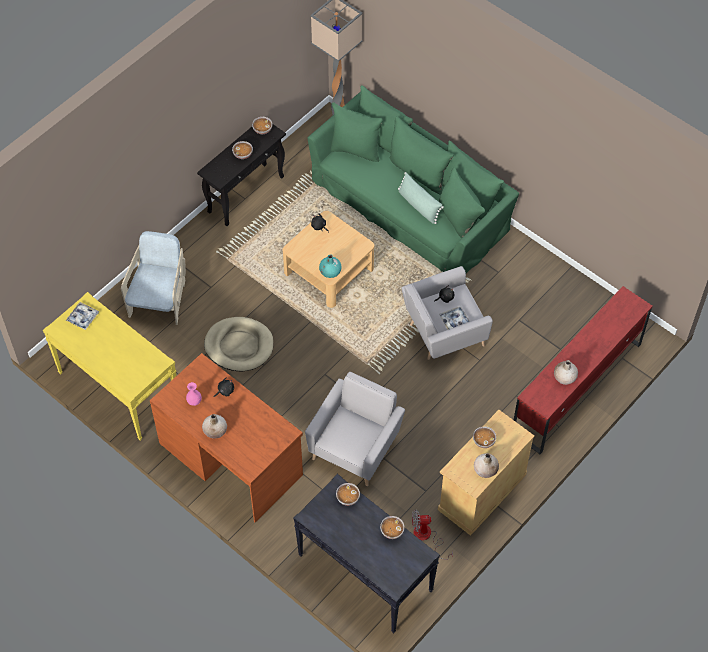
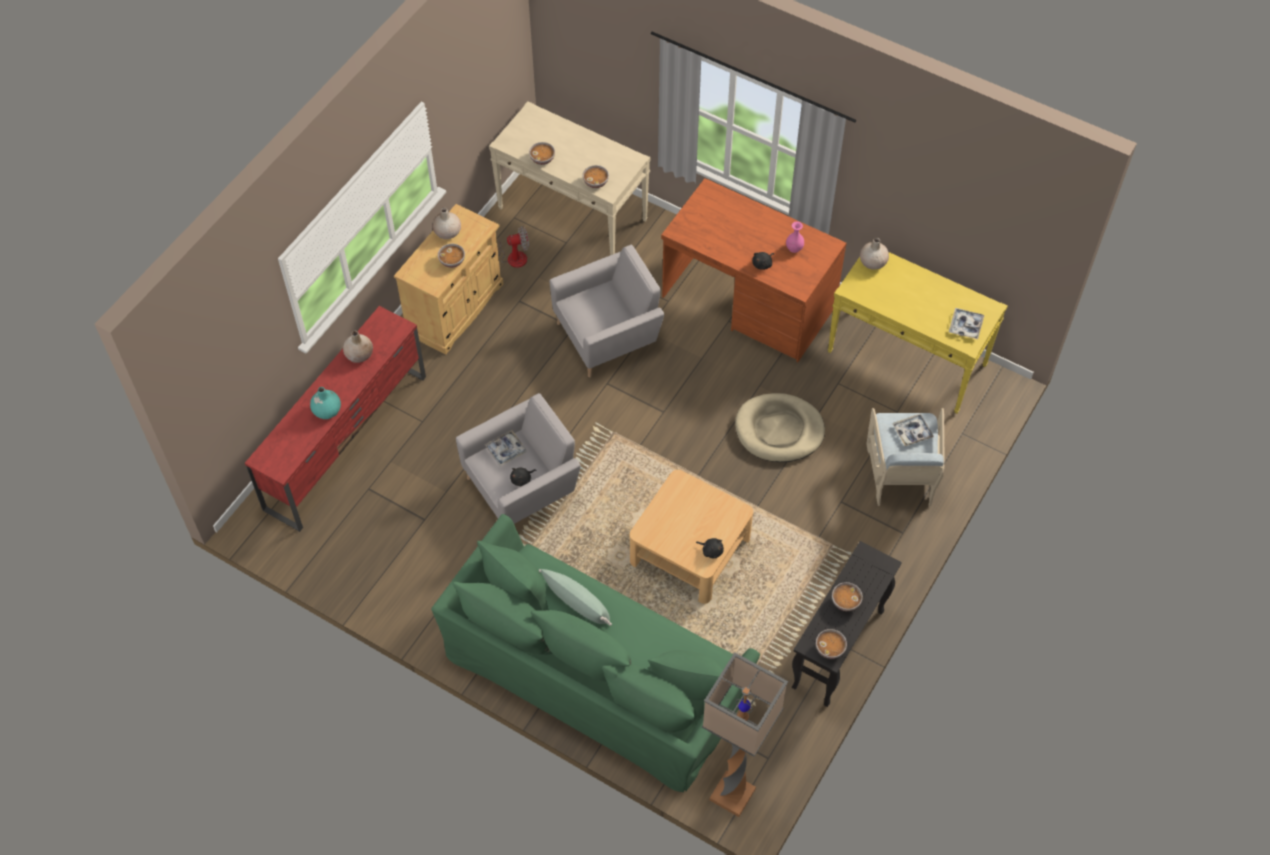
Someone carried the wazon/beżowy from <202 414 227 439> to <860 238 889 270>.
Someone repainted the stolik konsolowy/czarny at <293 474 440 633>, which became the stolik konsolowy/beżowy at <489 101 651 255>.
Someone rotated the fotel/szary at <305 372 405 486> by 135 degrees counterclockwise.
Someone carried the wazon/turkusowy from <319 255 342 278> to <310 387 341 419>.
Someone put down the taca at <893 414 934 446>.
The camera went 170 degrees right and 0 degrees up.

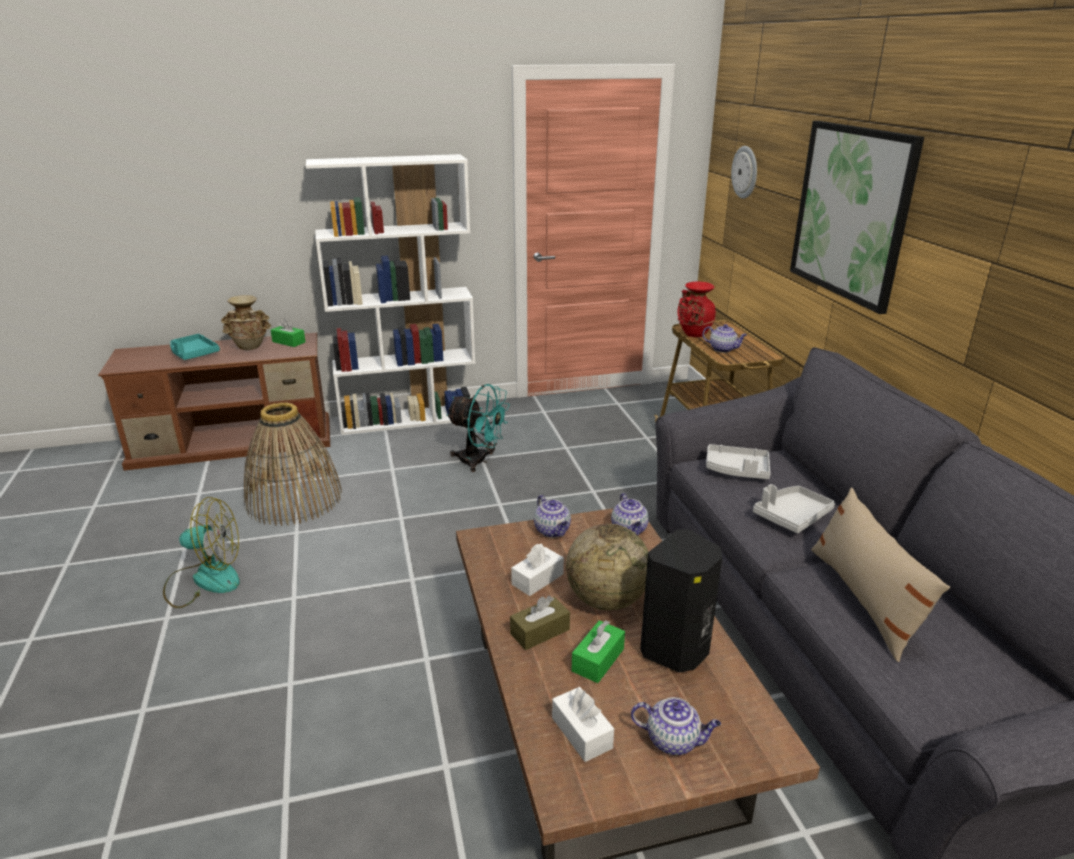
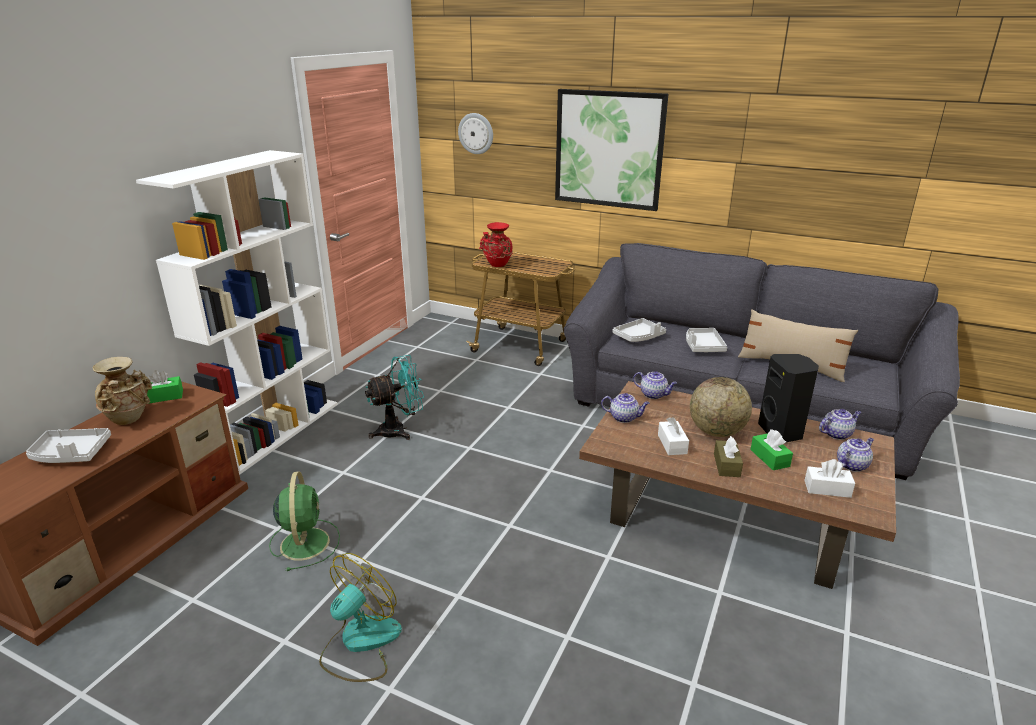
Someone repainted the taca/turkusowy at <170 334 220 360>, which became the taca/szary at <26 428 111 463>.
Someone swapped the koszyk at <243 403 342 526> for the wentylator/zielony at <269 471 340 571>.
Someone carried the imbryk from <702 324 747 353> to <819 409 861 440>.
The camera went 50 degrees left and 0 degrees up.

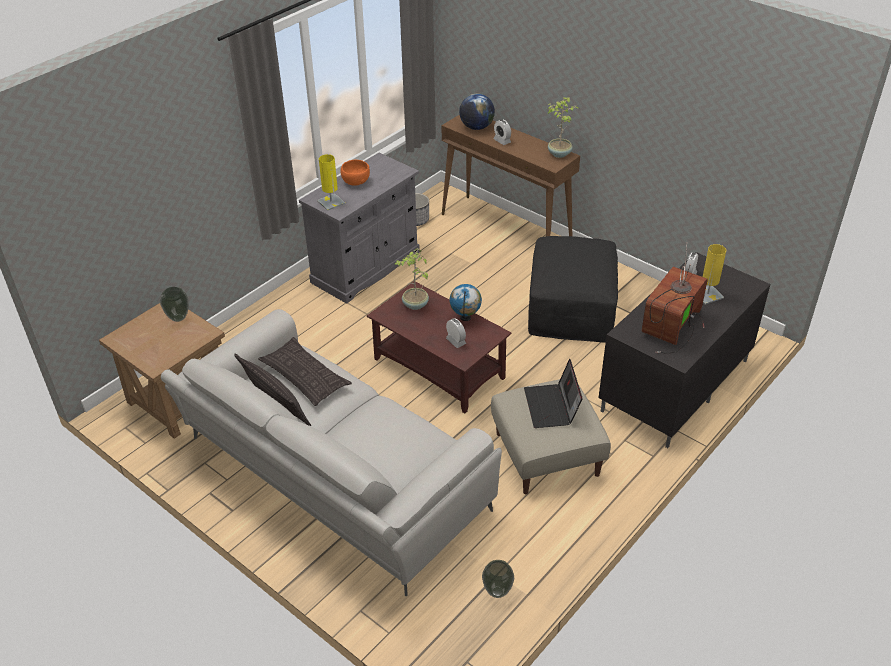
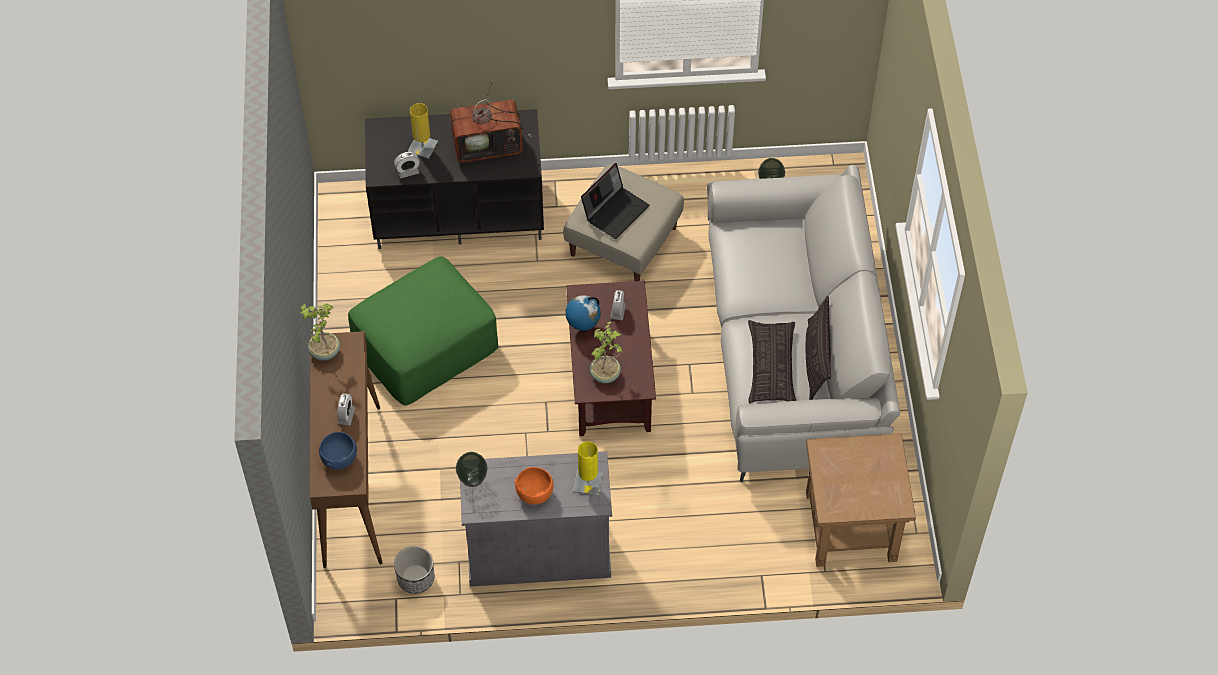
Someone carried the wazon from <160 287 189 322> to <456 452 488 487>.
Someone swapped the globus at <459 94 495 130> for the miska/niebieski at <319 432 357 470>.
Someone repainted the pufa/czarny at <528 236 618 342>, which became the pufa/zielony at <348 256 498 405>.
The camera went 135 degrees left and 15 degrees up.

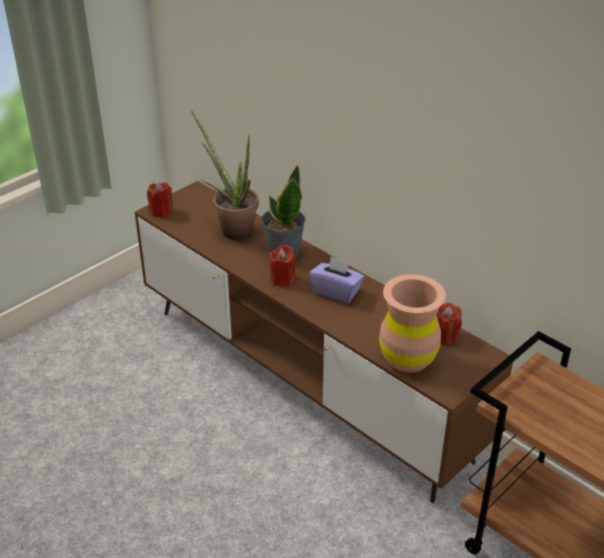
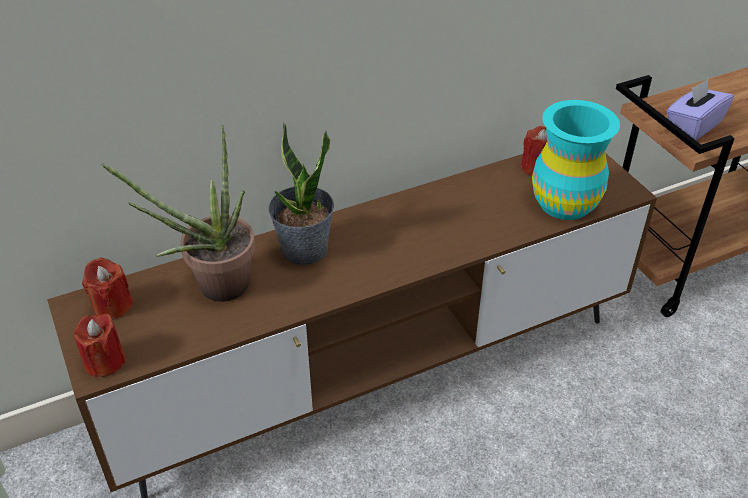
Someone carried the świeca/czerwony from <269 245 295 286> to <82 258 133 320>.
Someone carried the pudełko chusteczek/fioletowy from <309 256 364 303> to <667 79 734 140>.
Someone repainted the wazon/brązowy at <379 274 446 373>, which became the wazon/turkusowy at <532 100 620 220>.
The camera went 70 degrees left and 5 degrees up.

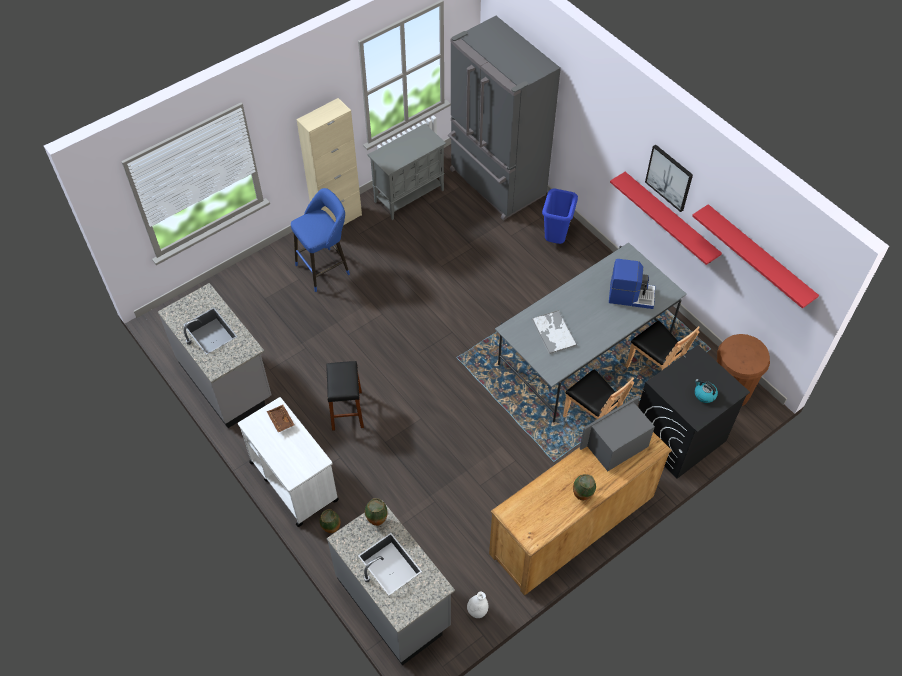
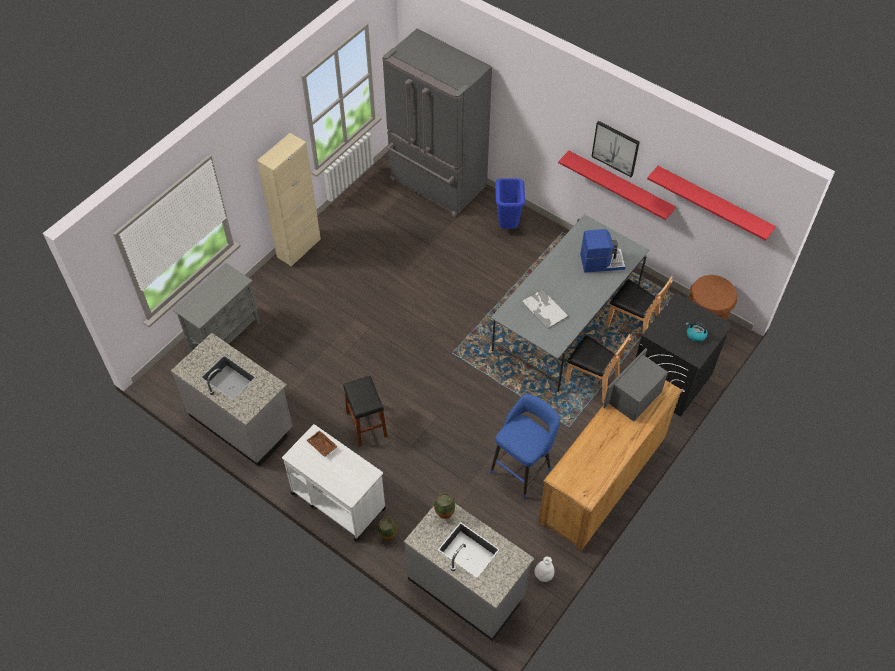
Someone carried the stołek/niebieski from <291 188 350 292> to <490 394 560 499>.
Someone carried the szafka/szary from <368 124 446 220> to <173 263 260 351>.
Someone took away the wazon at <573 474 596 500>.
The camera went 15 degrees left and 0 degrees up.

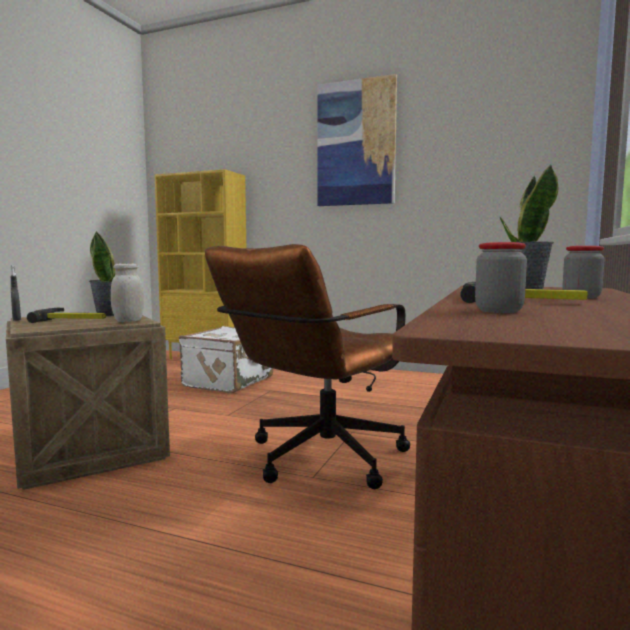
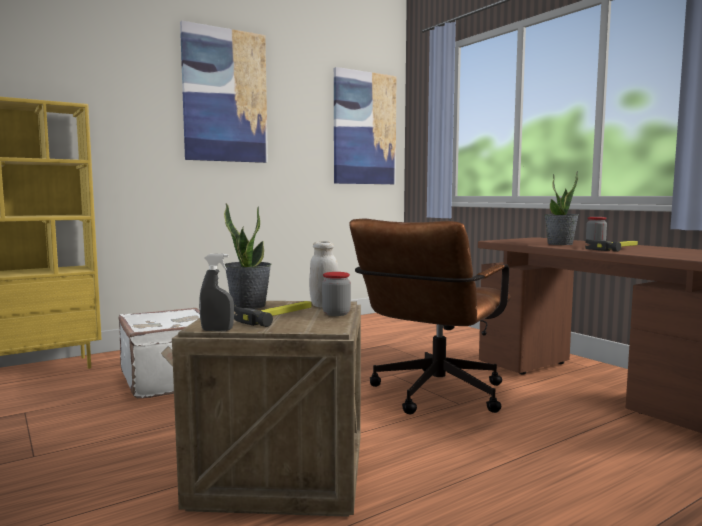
Someone rotated the krzesło biurowe/brązowy at <205 244 410 489> by 45 degrees clockwise.
Someone carried the słoik from <475 242 527 313> to <322 272 351 316>.
Someone put up the obraz at <334 67 397 184>.
The camera went 55 degrees left and 0 degrees up.

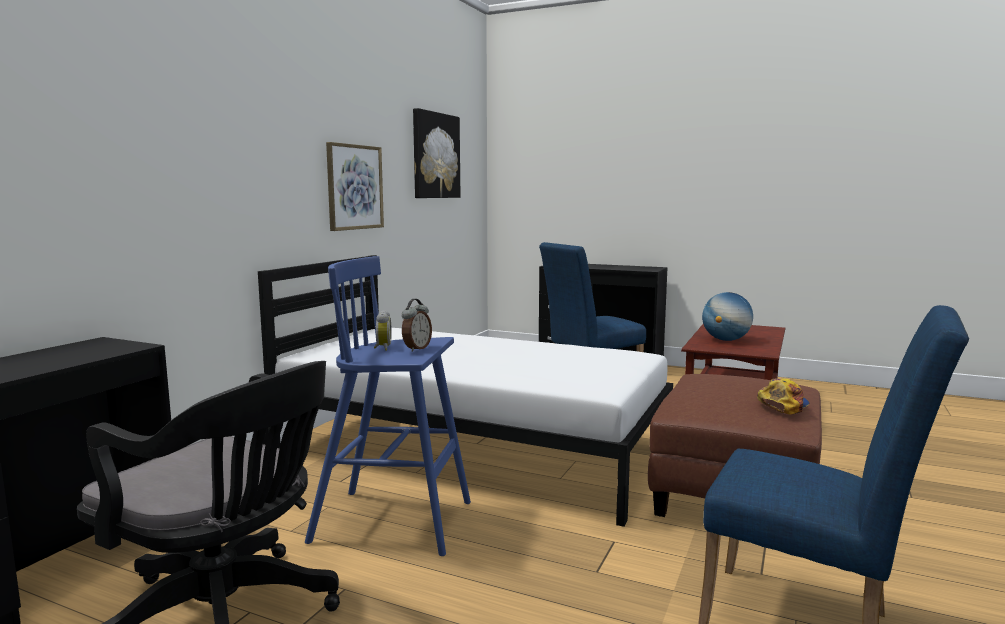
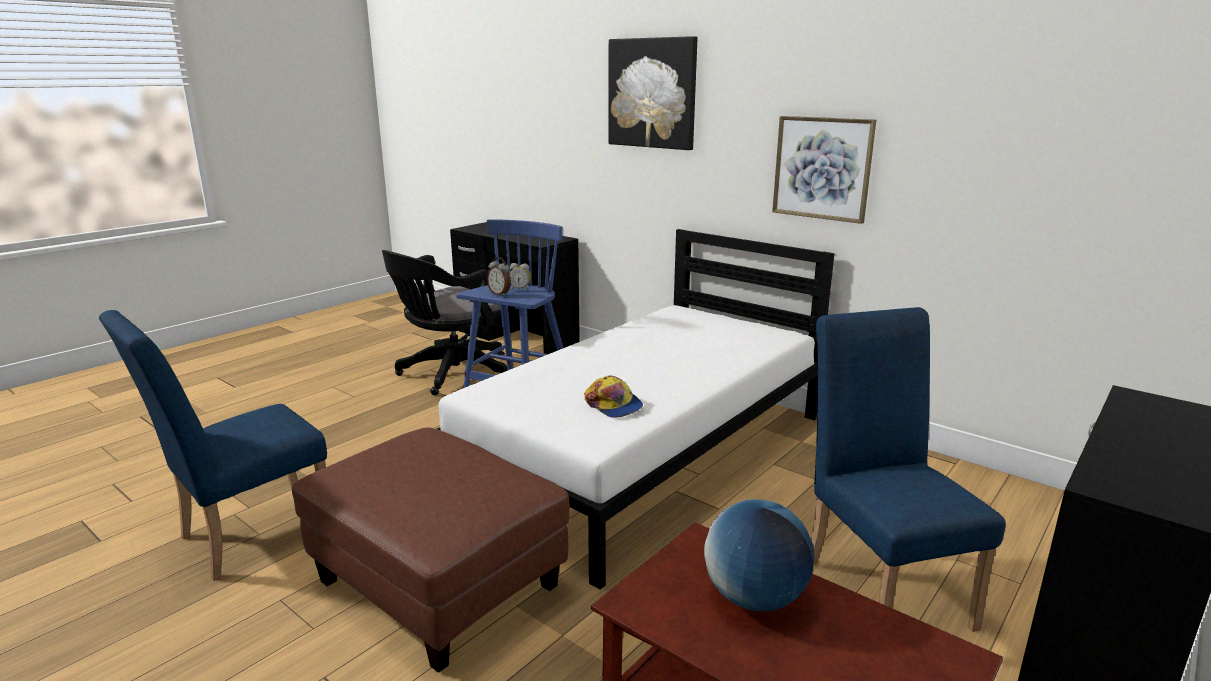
Someone carried the obraz from <413 108 460 198> to <608 36 697 150>.
Someone carried the czapka z daszkiem from <757 379 810 414> to <584 375 643 418>.
The camera went 105 degrees right and 10 degrees up.

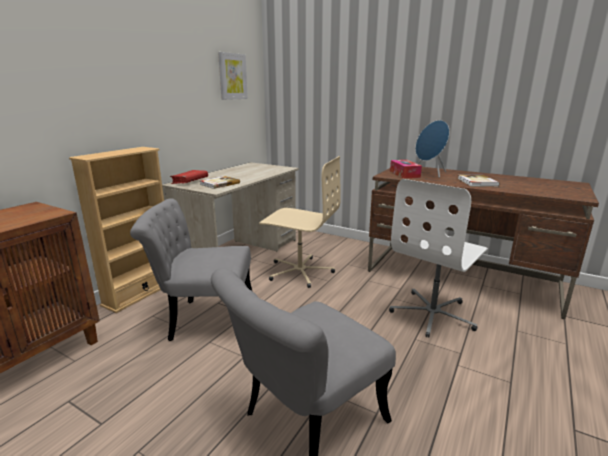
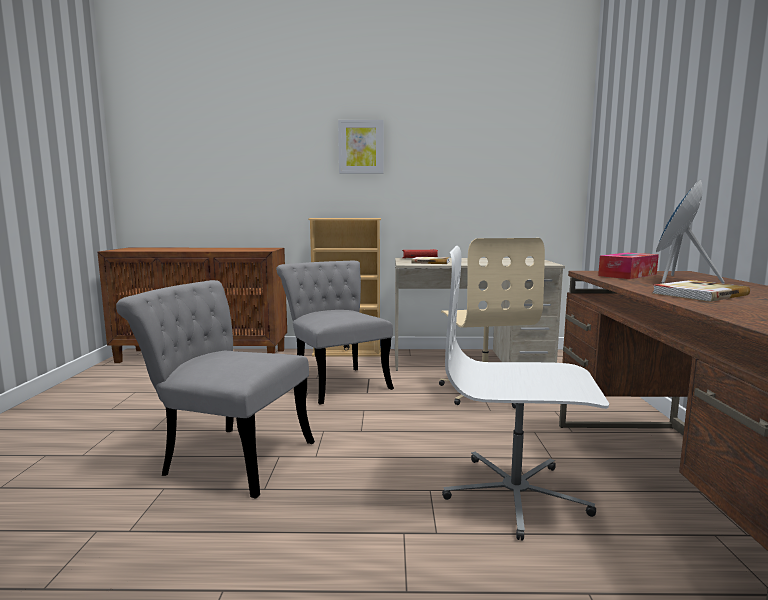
Someone carried the obraz from <218 52 248 100> to <338 120 384 174>.
The camera went 60 degrees right and 10 degrees down.

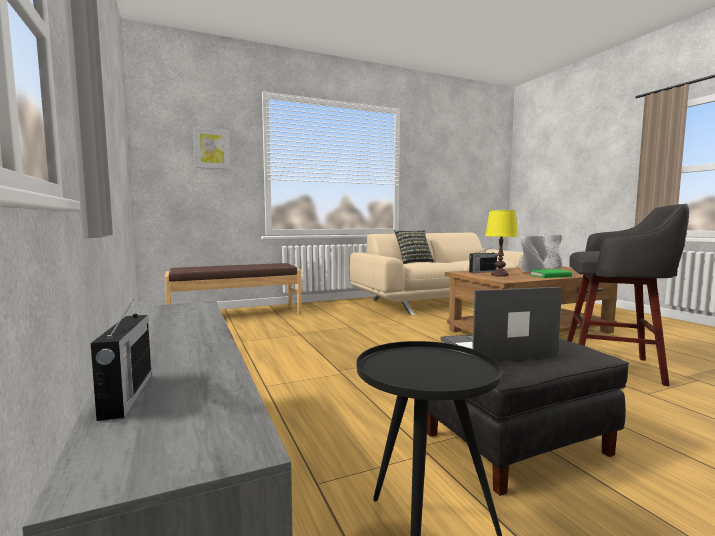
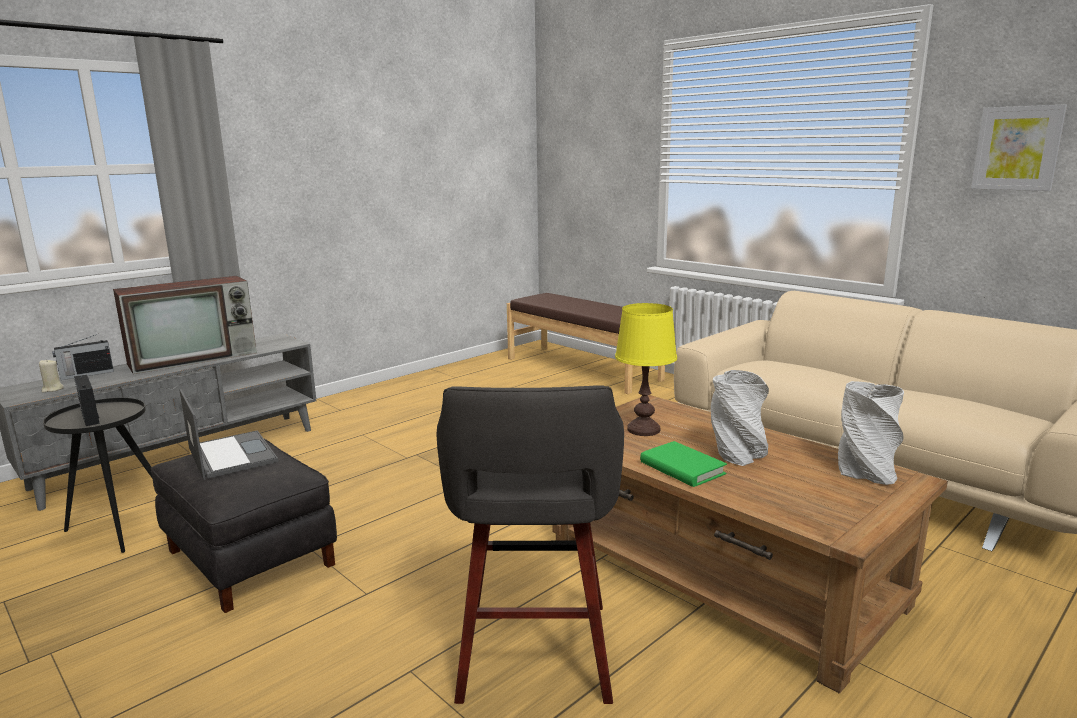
Someone carried the obraz from <193 127 230 170> to <971 104 1067 191>.
Someone took away the poduszka at <394 230 434 264>.
Someone carried the radio from <469 248 497 273> to <74 374 100 426>.
Someone put down the świeca/beżowy at <39 359 64 393>.
Someone put down the telewizor at <113 276 257 374>.
The camera went 70 degrees right and 10 degrees up.

